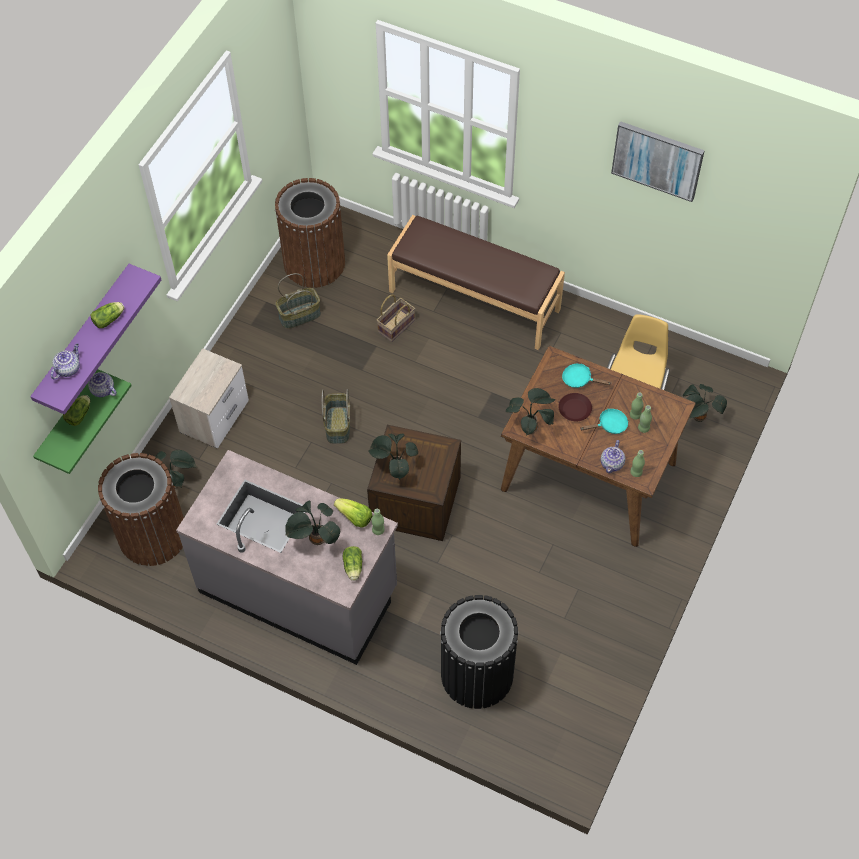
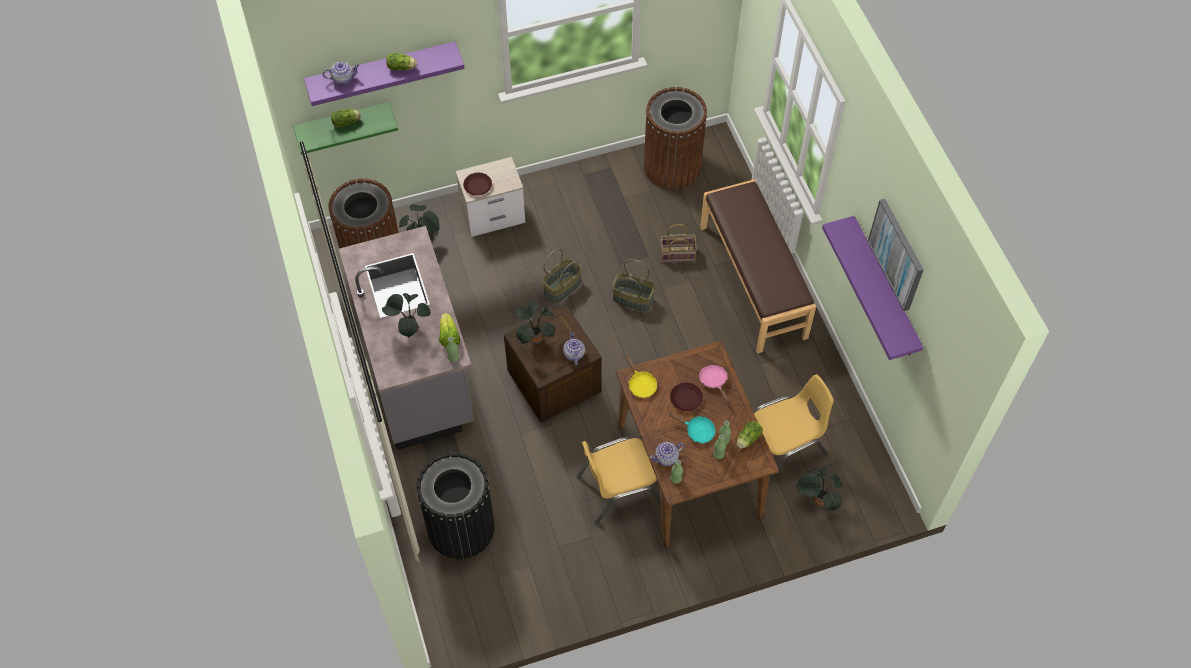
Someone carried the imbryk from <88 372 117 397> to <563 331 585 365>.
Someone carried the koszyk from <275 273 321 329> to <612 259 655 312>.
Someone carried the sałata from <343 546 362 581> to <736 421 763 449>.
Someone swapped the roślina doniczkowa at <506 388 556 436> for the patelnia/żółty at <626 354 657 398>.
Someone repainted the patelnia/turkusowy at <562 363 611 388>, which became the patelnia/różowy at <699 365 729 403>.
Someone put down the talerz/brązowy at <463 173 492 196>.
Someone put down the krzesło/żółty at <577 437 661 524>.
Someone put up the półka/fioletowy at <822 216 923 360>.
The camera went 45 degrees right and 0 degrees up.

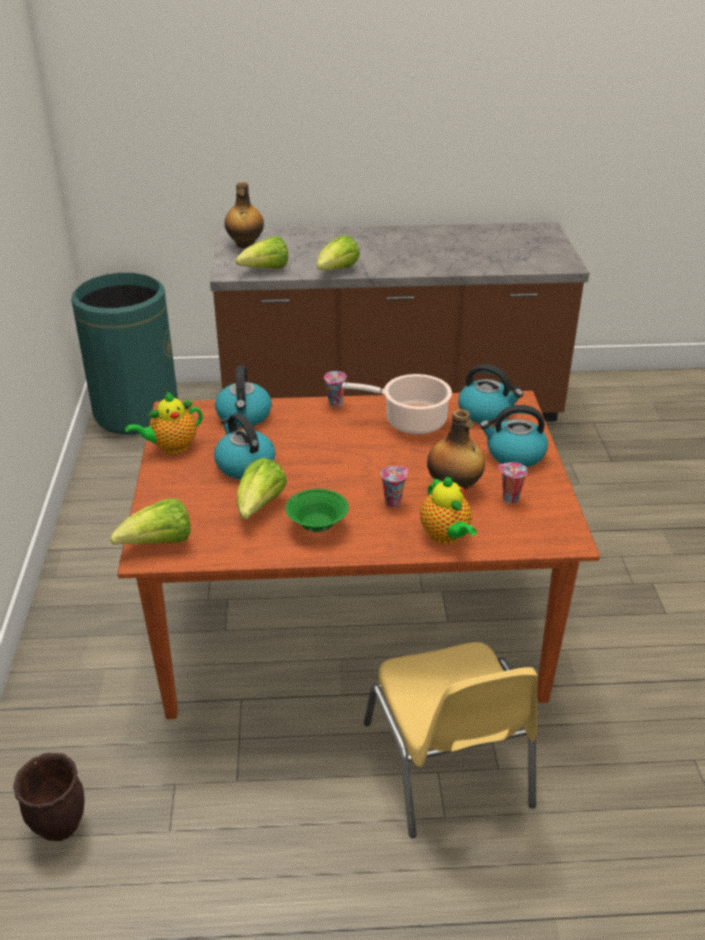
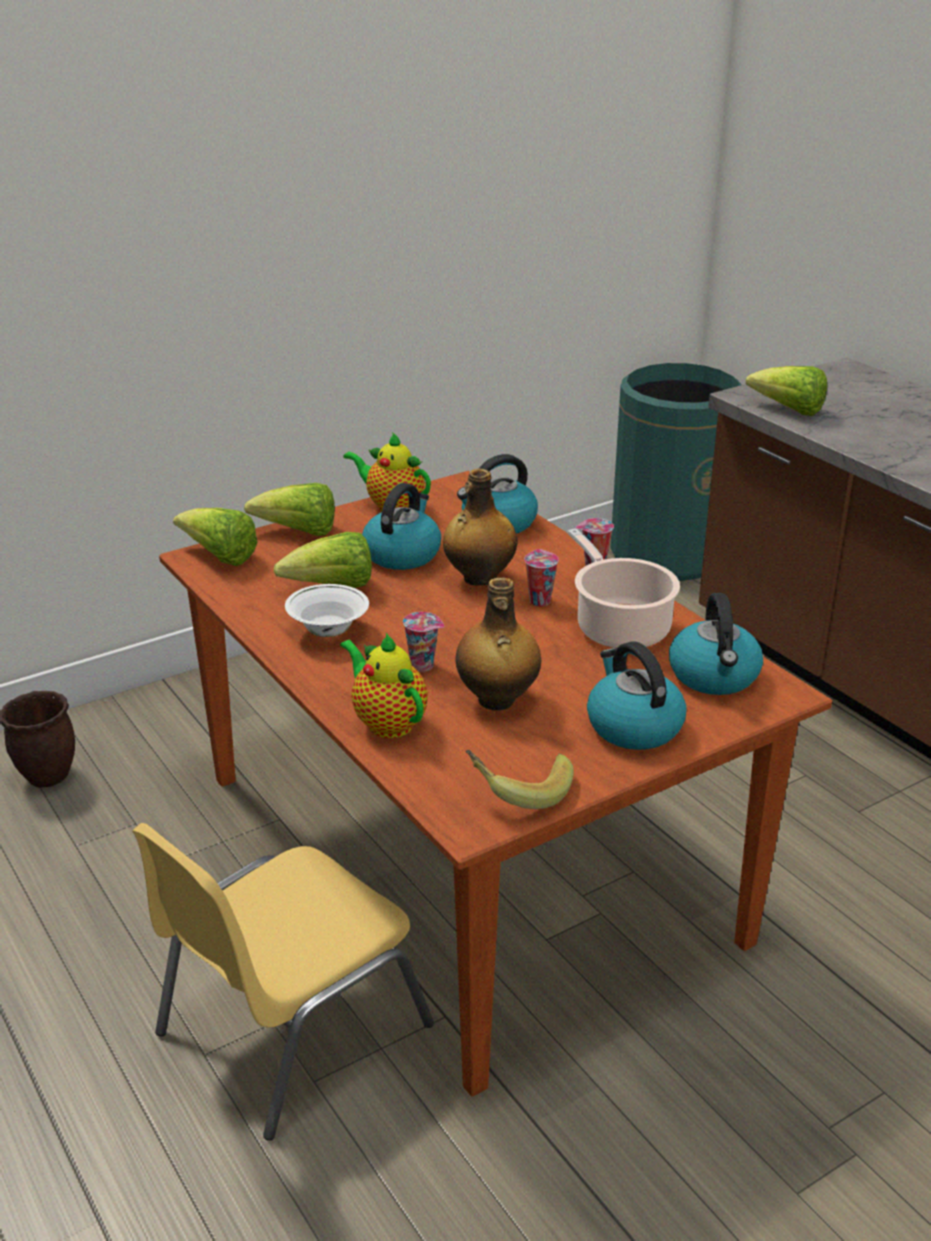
Someone carried the butelka from <225 182 264 248> to <443 469 518 586>.
Someone repainted the miska/zielony at <285 489 349 532>, which became the miska/biały at <285 584 369 637>.
Someone carried the sałata from <317 235 360 270> to <244 483 335 536>.
Someone rotated the imbryk at <420 476 477 544> by 105 degrees clockwise.
Someone carried the filiżanka from <498 462 528 504> to <524 549 559 606>.
Someone put down the banan at <466 750 574 809>.
The camera went 60 degrees right and 5 degrees down.

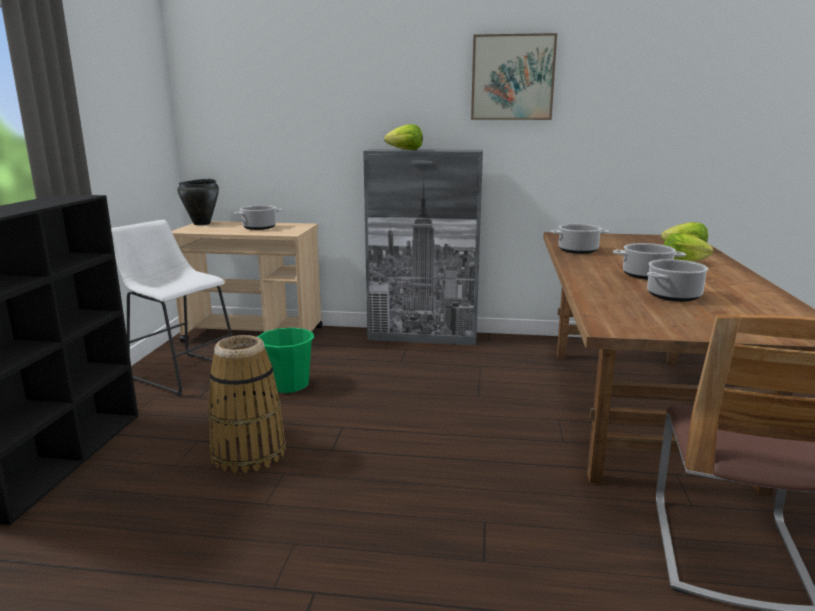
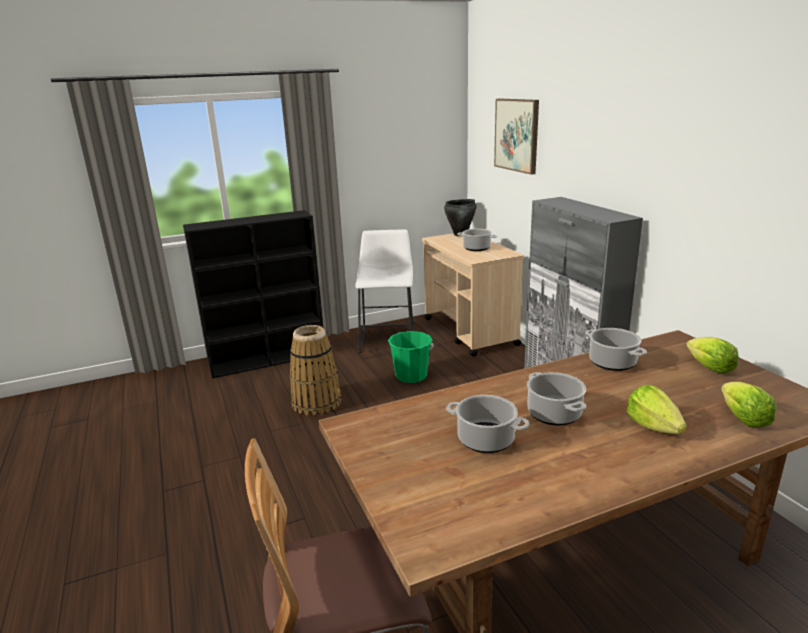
Someone carried the sałata from <384 124 423 150> to <686 337 739 374>.
Someone carried the obraz from <471 33 557 120> to <494 99 539 175>.
The camera went 60 degrees right and 5 degrees up.

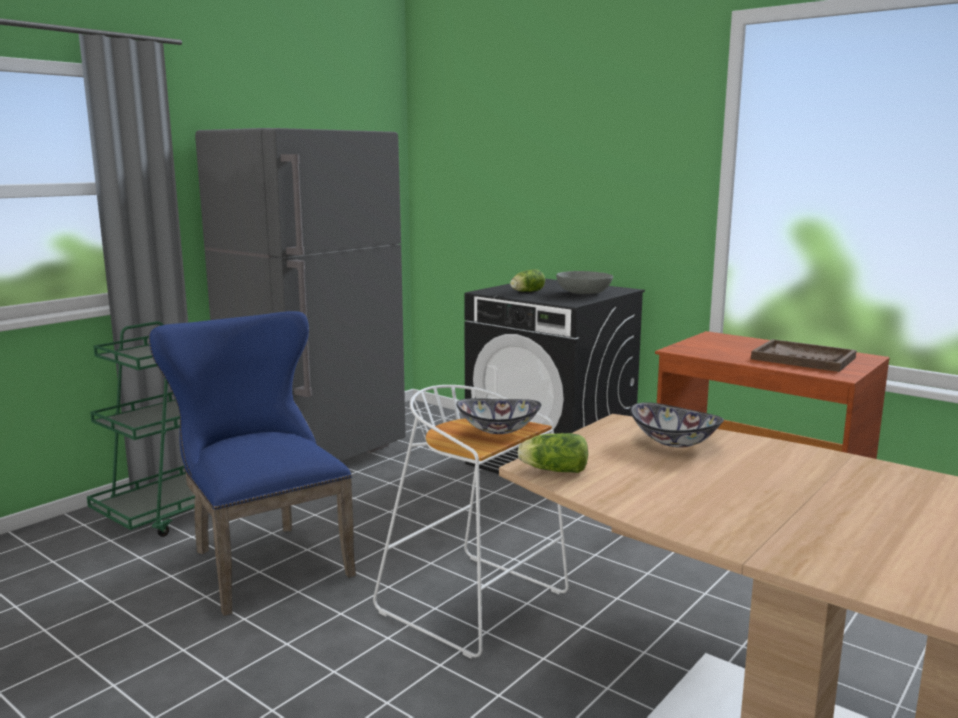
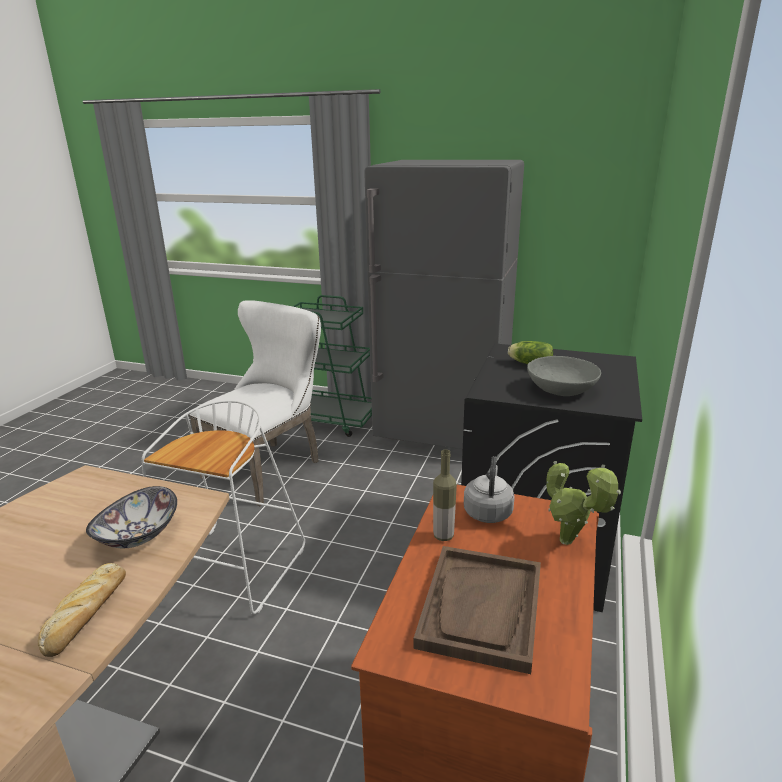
Someone repainted the krzesło/niebieski at <149 311 356 616>, which became the krzesło/biały at <189 300 321 506>.
Someone took away the miska at <456 398 541 434>.
Someone took away the sałata at <517 433 588 473>.
Someone put down the chleb at <38 563 126 657>.
Someone put down the butelka at <433 450 457 541>.
Someone put down the czajnik/szary at <464 456 515 523>.
Someone put down the roślina doniczkowa at <546 461 621 545>.
The camera went 70 degrees right and 10 degrees up.

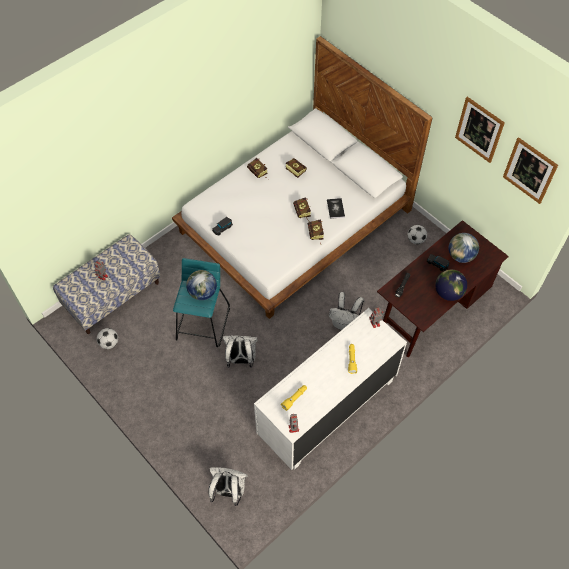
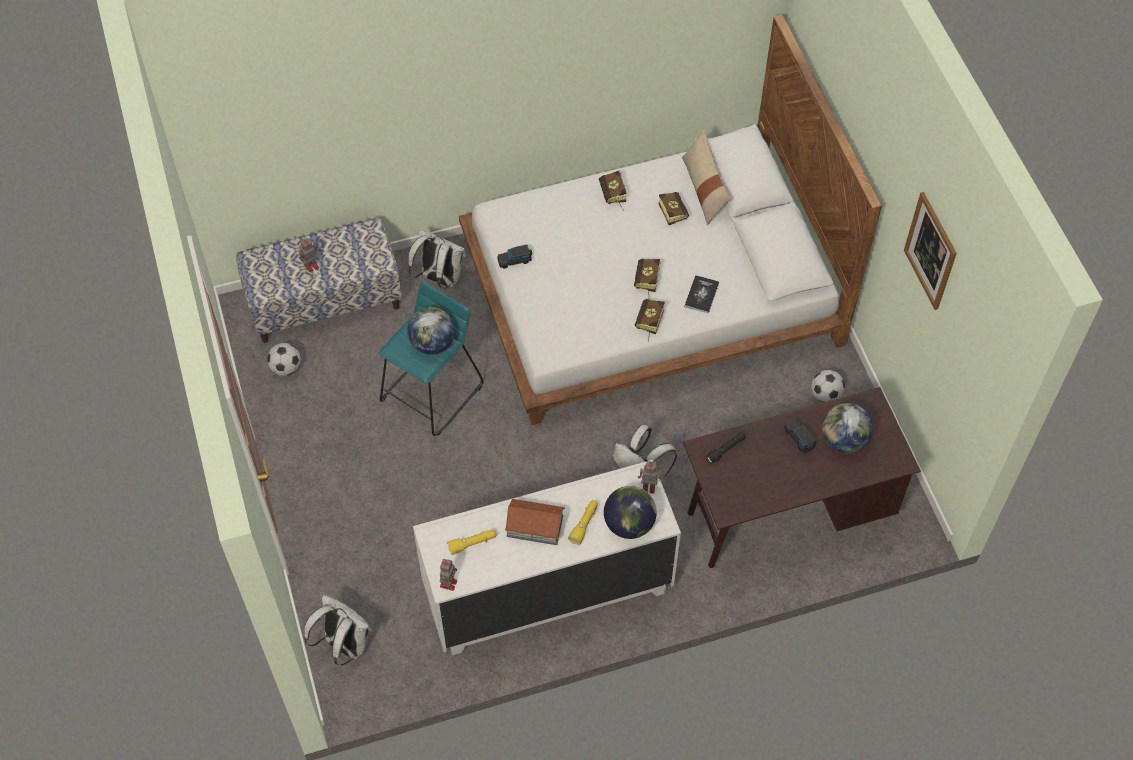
Someone carried the plecak/biały from <223 335 258 367> to <408 230 467 289>.
Someone carried the globus from <435 270 467 301> to <604 486 657 539>.
Someone took away the obraz at <503 137 558 204>.
Someone put down the domek at <505 499 565 545>.
Someone put down the poduszka/beżowy at <682 129 731 226>.
The camera went 25 degrees right and 0 degrees up.

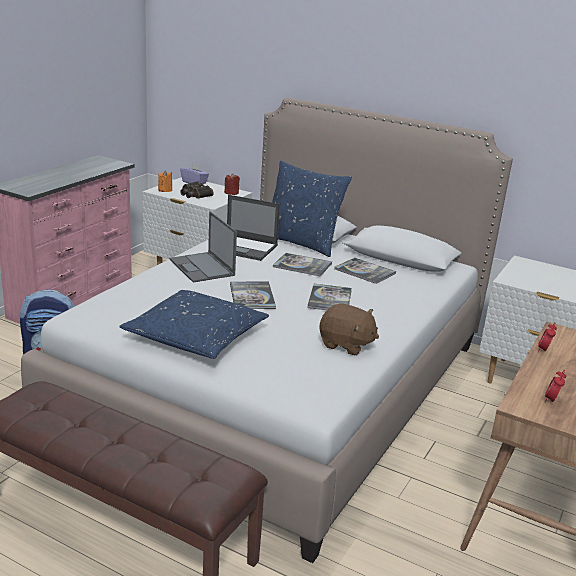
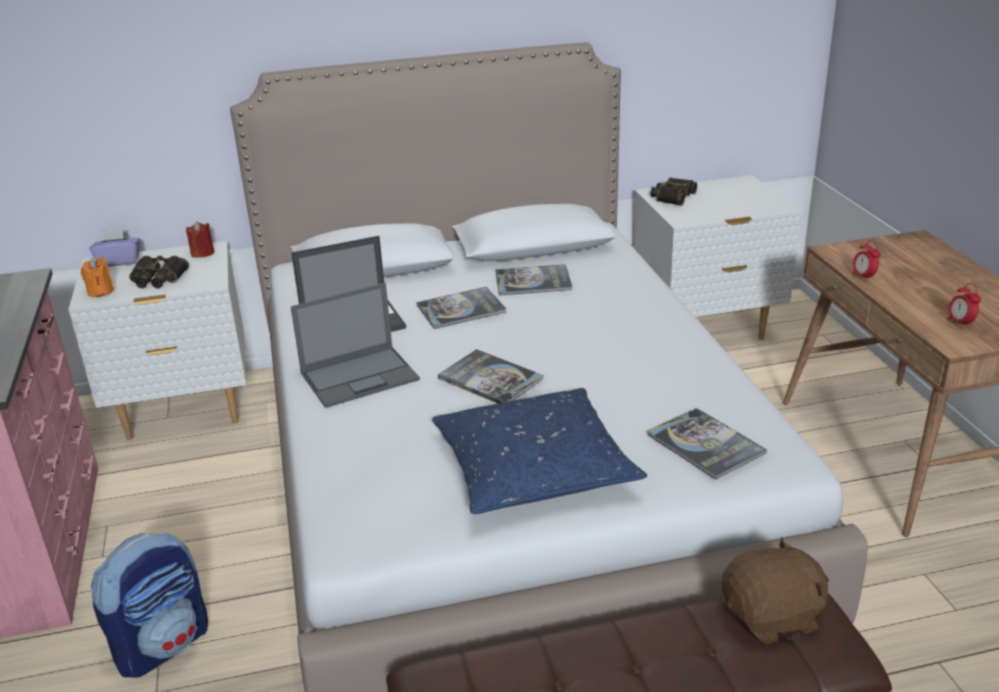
Someone rotated the laptop at <169 211 237 283> by 45 degrees counterclockwise.
Someone took away the poduszka/niebieski at <272 161 352 257>.
Someone carried the książka from <307 284 352 310> to <647 408 767 479>.
Someone carried the pluszak/brązowy from <319 303 379 355> to <722 537 829 644>.
Someone put down the lornetka at <651 178 697 206>.
The camera went 40 degrees left and 5 degrees up.

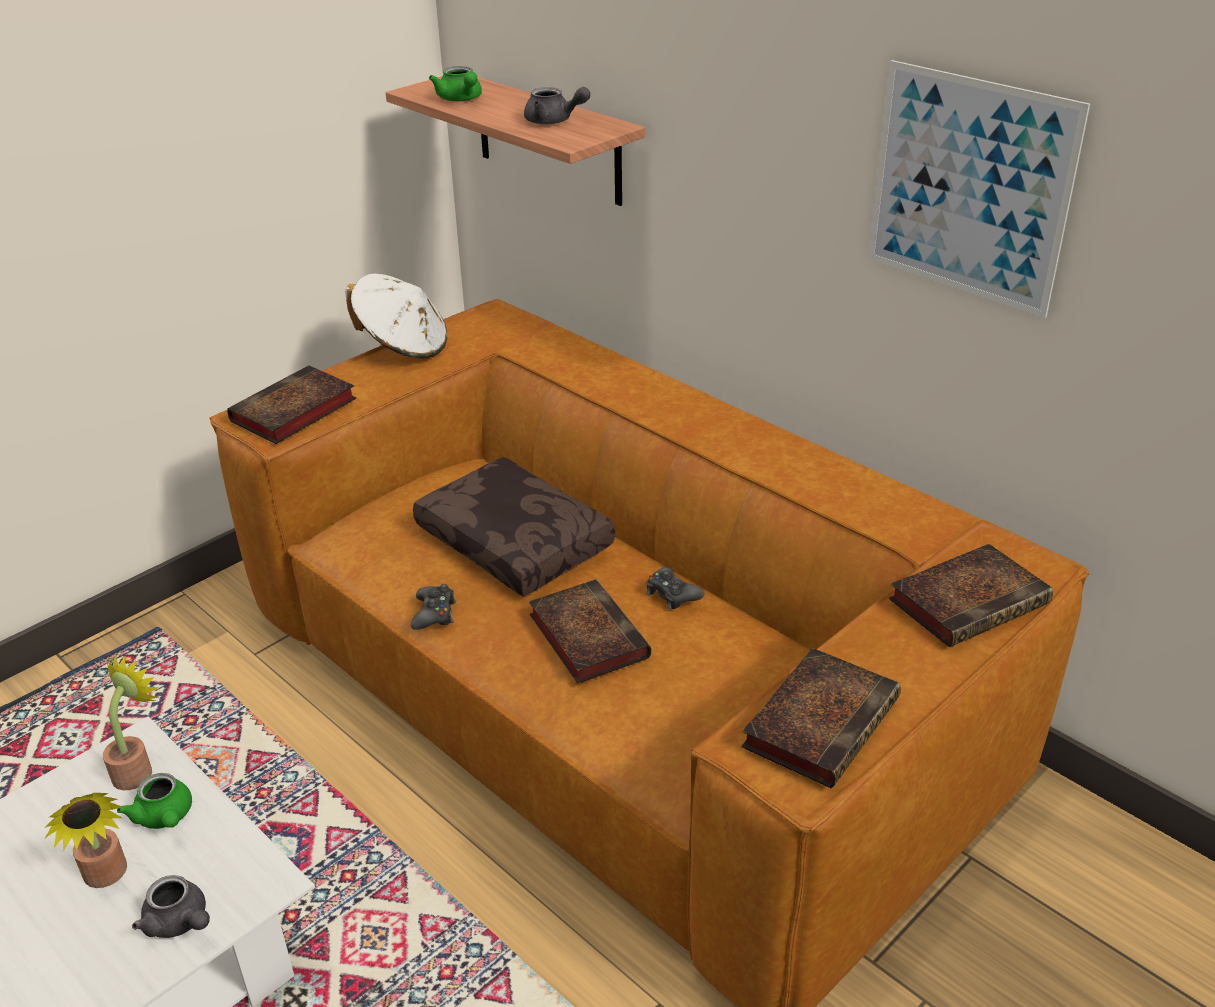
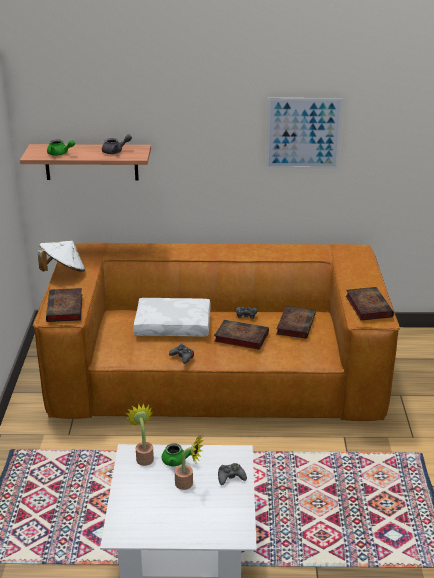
Someone swapped the imbryk/szary at <132 875 210 938> for the pad do gier/czarny at <218 463 247 485>.
Someone repainted the poduszka/brązowy at <413 457 615 597>, which became the poduszka/biały at <133 298 210 337>.
Someone carried the książka from <889 544 1053 647> to <276 306 316 339>.
The camera went 45 degrees left and 5 degrees down.

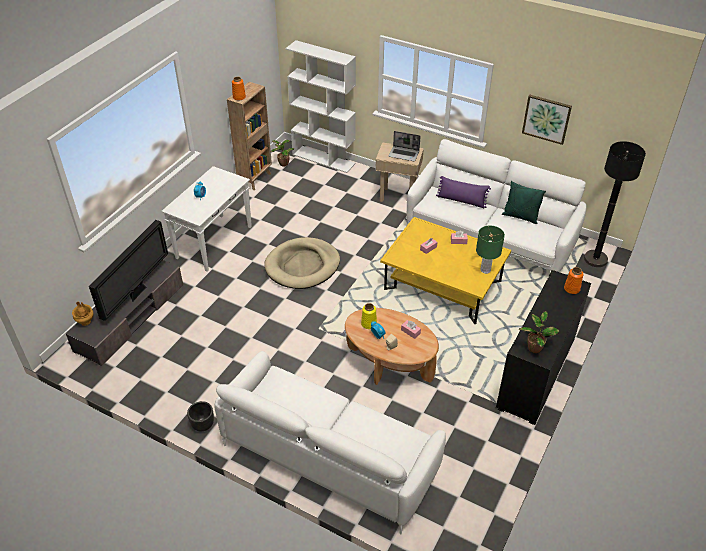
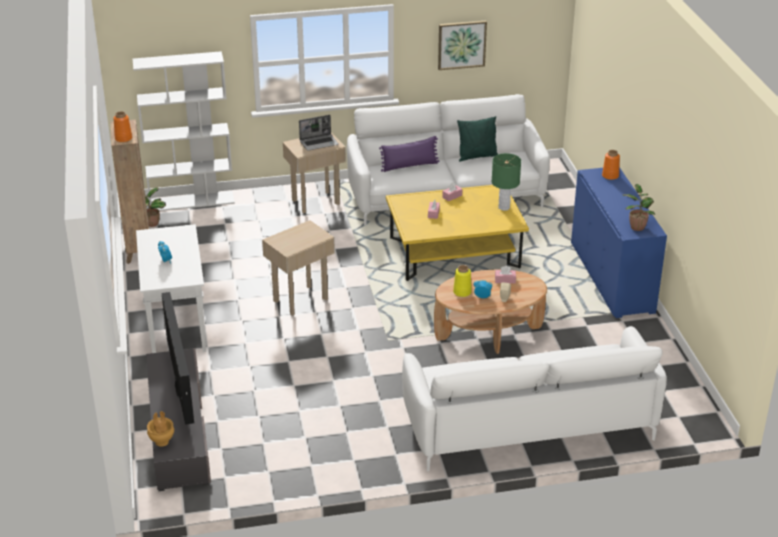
Someone took away the donica/czarny at <187 401 214 431>.
Someone swapped the legowisko/beżowy at <264 237 340 289> for the stolik/beżowy at <262 220 335 315>.
Someone repainted the szafka/czarny at <496 270 591 425>, which became the szafka/niebieski at <571 167 667 318>.
Someone took away the lampa stojąca/czarny at <584 141 646 267>.
The camera went 40 degrees left and 10 degrees down.

